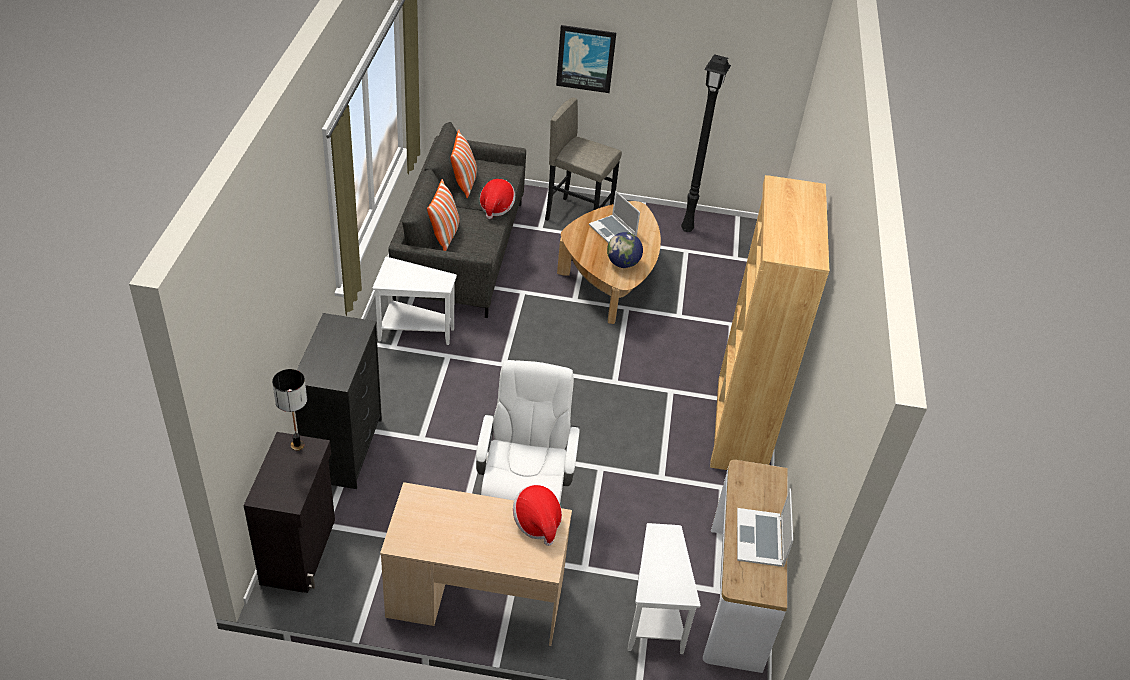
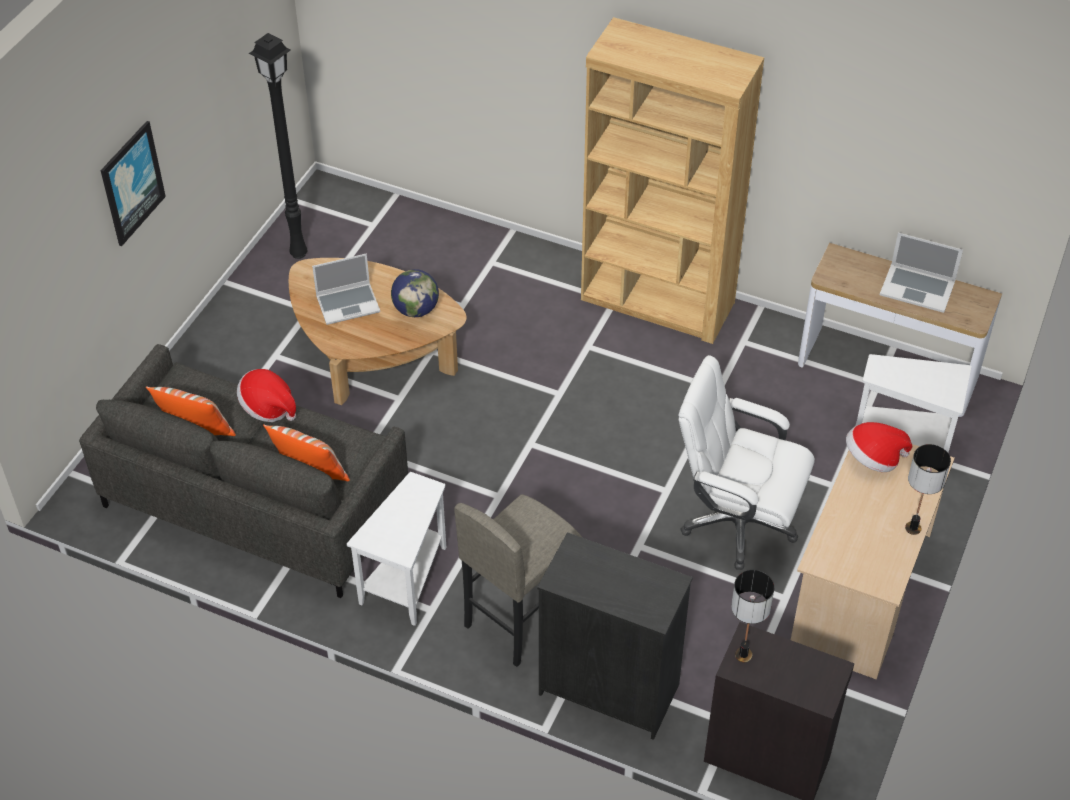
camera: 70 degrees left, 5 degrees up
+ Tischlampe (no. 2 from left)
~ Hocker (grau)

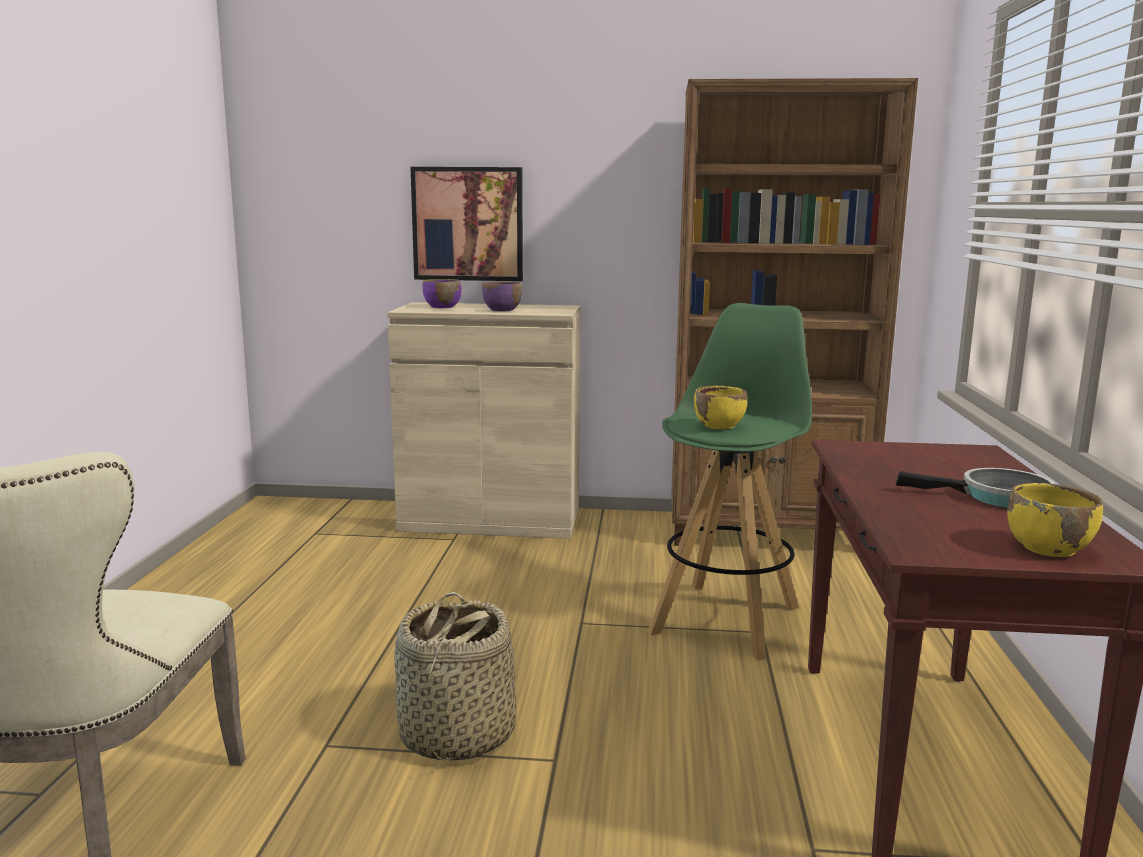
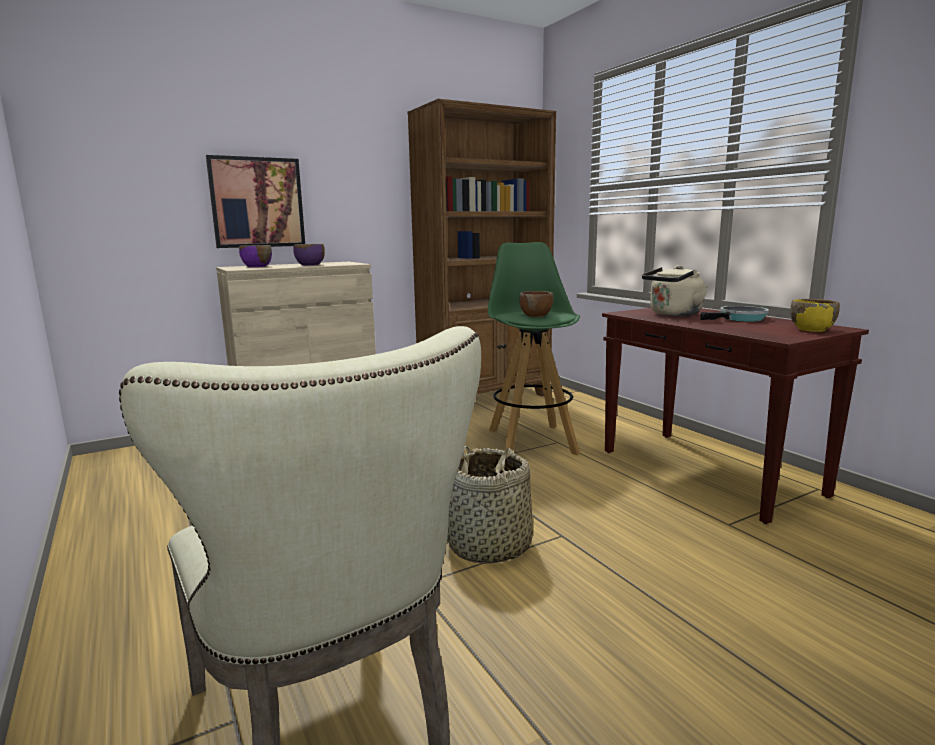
camera: 35 degrees left, 0 degrees up
+ Wasserkessel (beige)
~ Schüssel (gelb) (no. 1 from left) to Schüssel (braun)

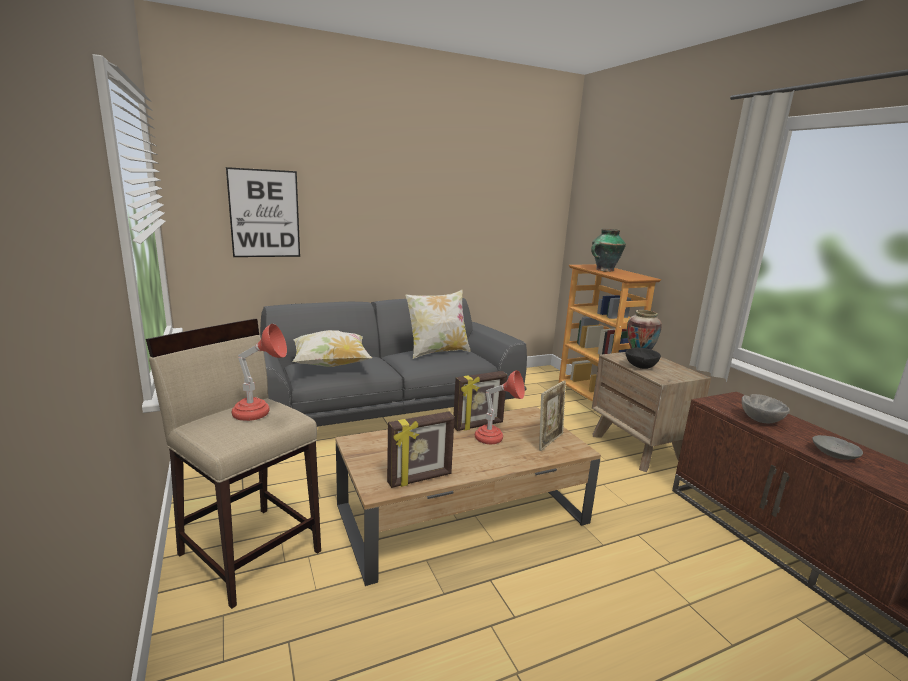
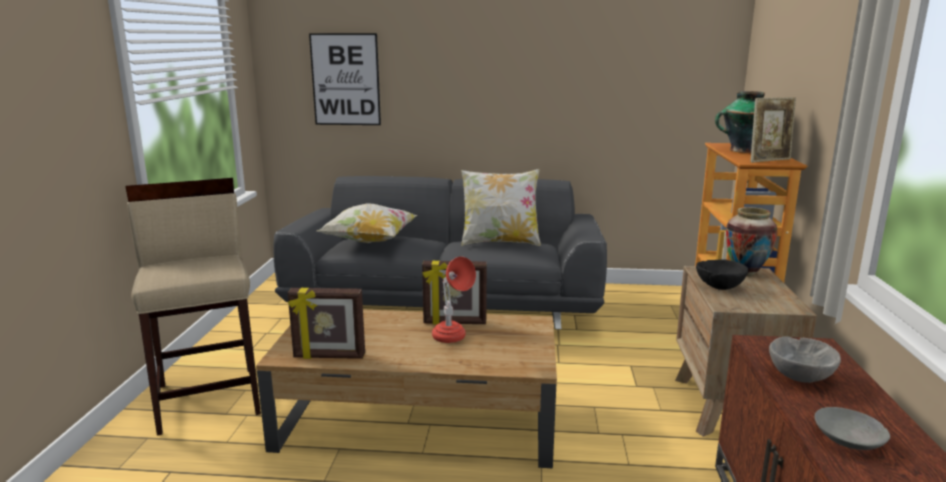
camera: 30 degrees right, 0 degrees up
- Tischlampe (rot) (no. 1 from left)
~ Bilderrahmen (no. 3 from left)

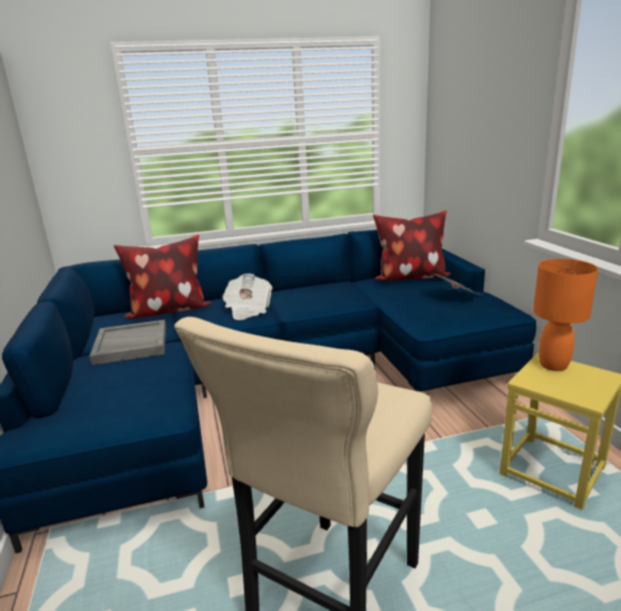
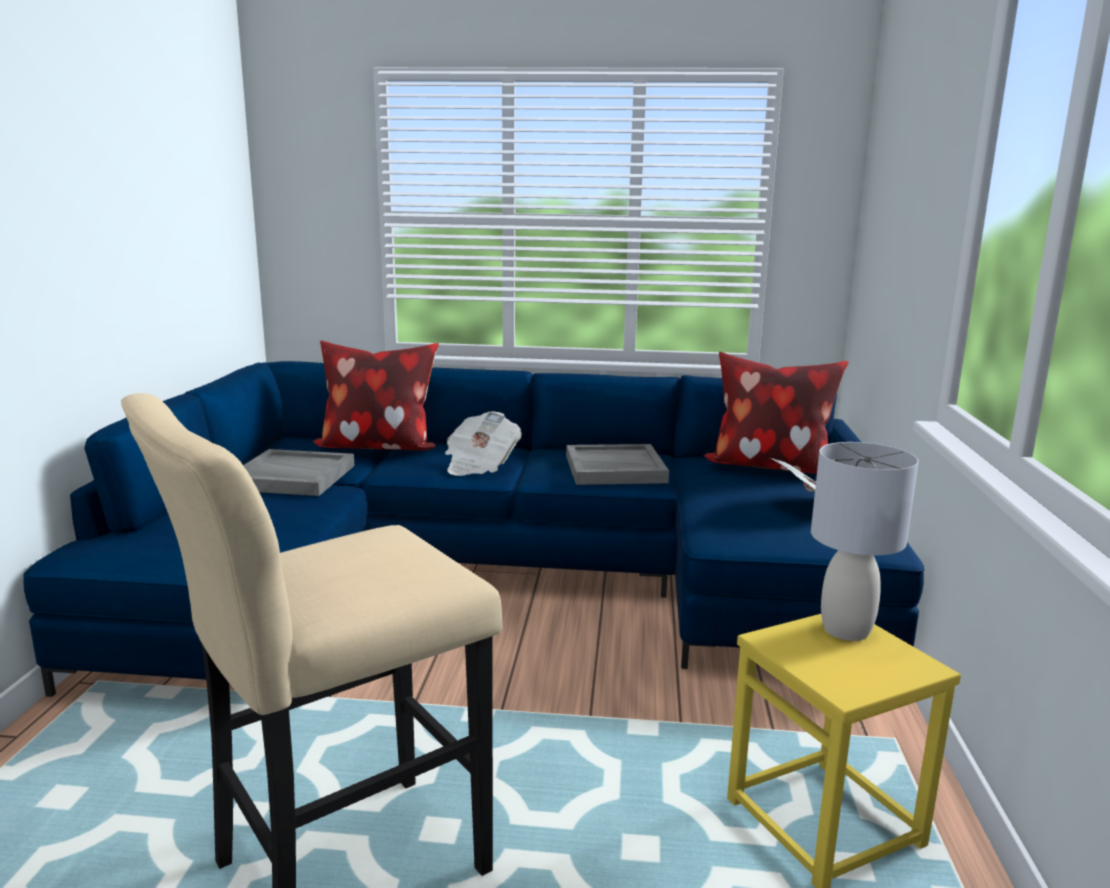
camera: 20 degrees right, 5 degrees down
+ Tablett (grau) (no. 2 from left)
~ Tischlampe (orange) to Tischlampe (grau)

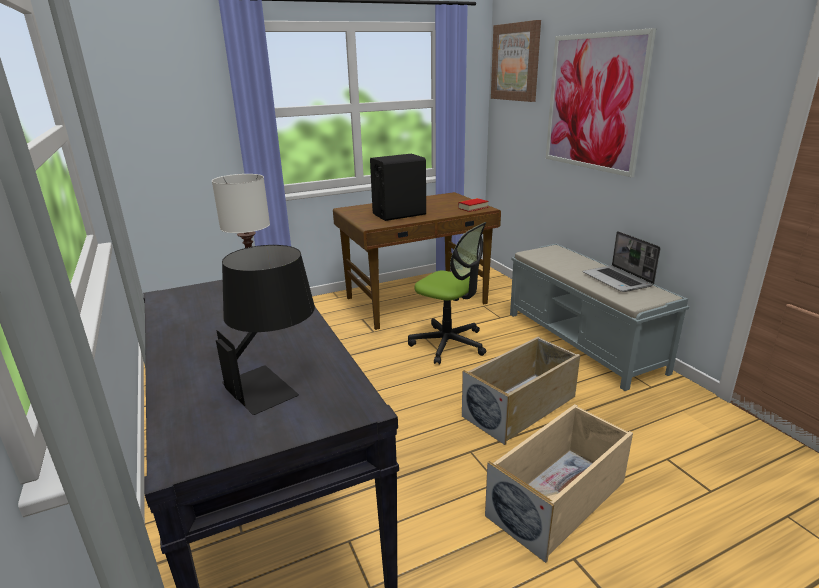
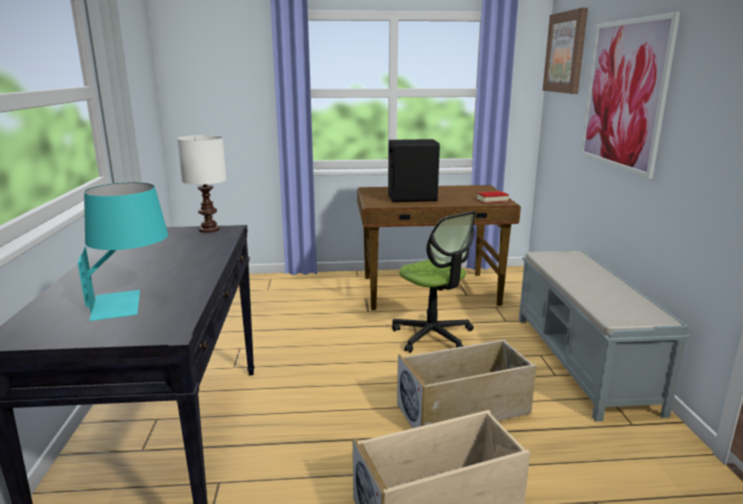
camera: 20 degrees right, 5 degrees down
- Laptop
~ Tischlampe (schwarz) to Tischlampe (türkis)

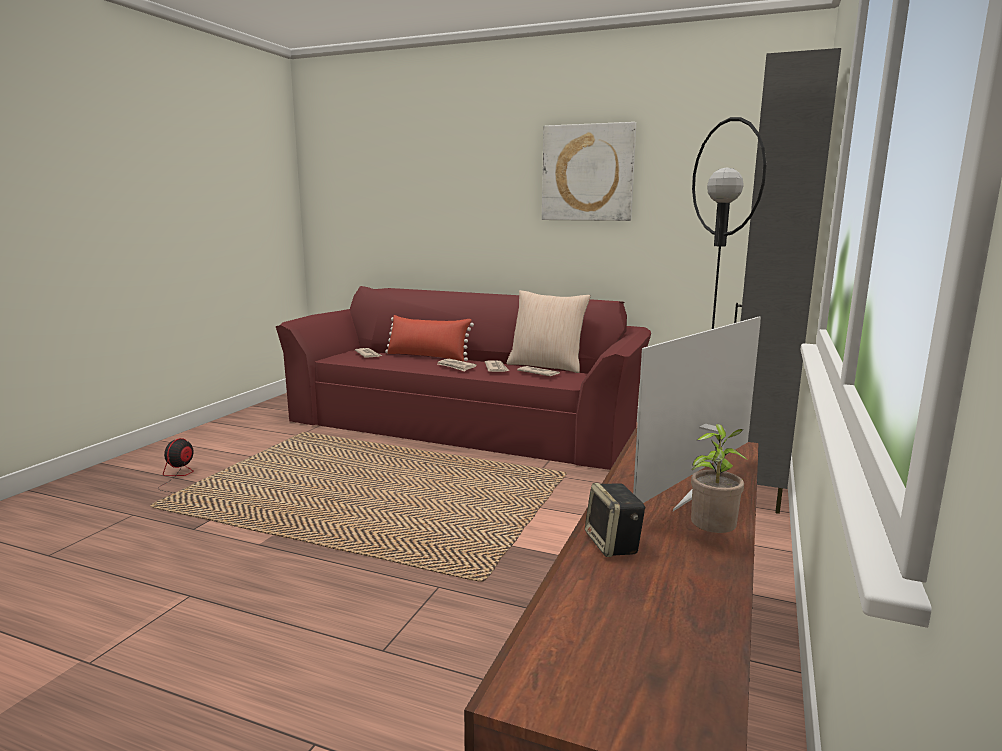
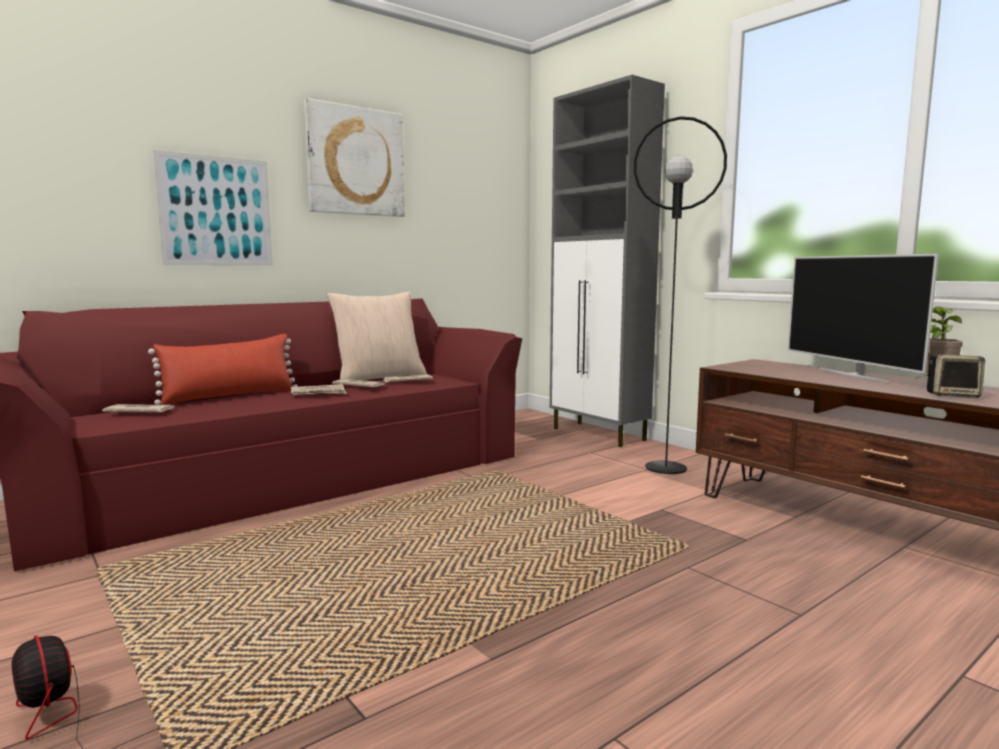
camera: 60 degrees left, 5 degrees down
+ Bild (no. 1 from left)

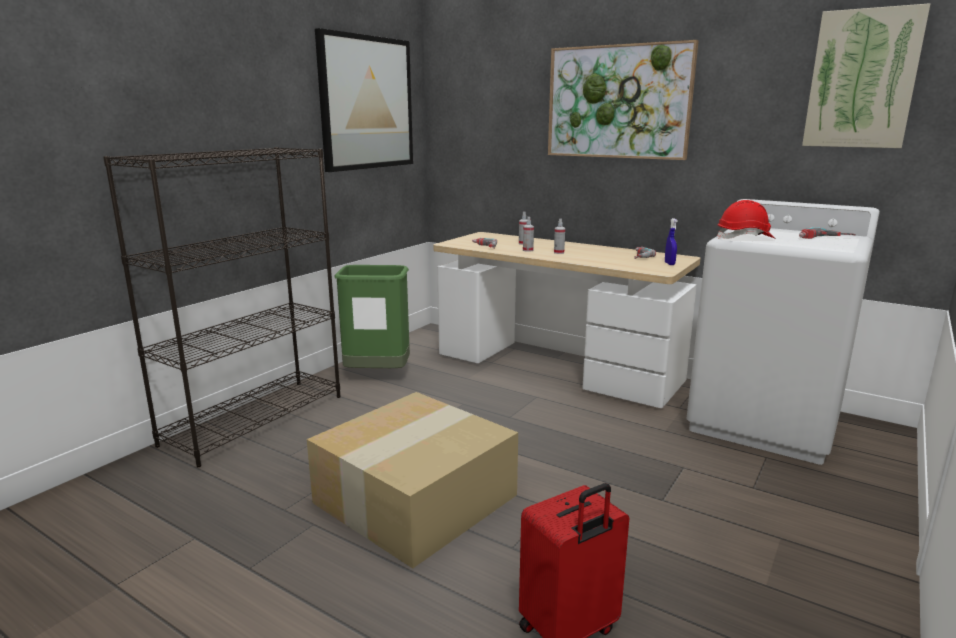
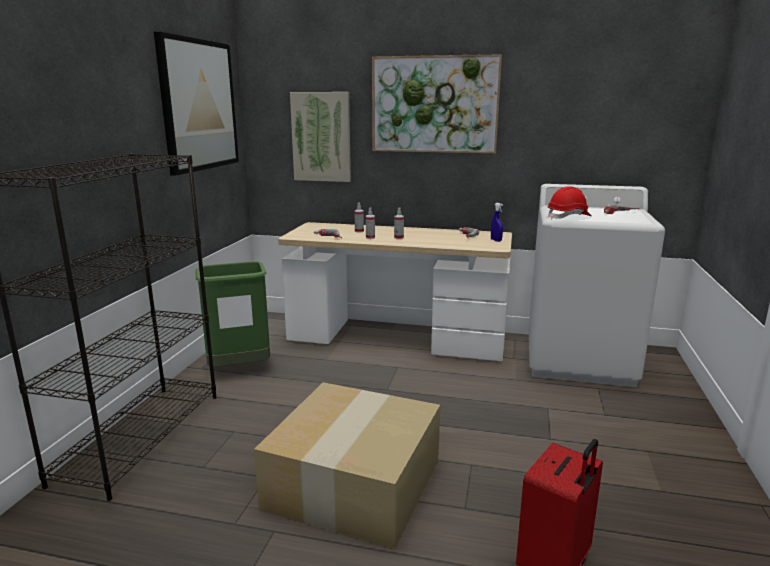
camera: 20 degrees left, 0 degrees up
~ Bild (no. 3 from left in the first image) to Bild (no. 2 from left)

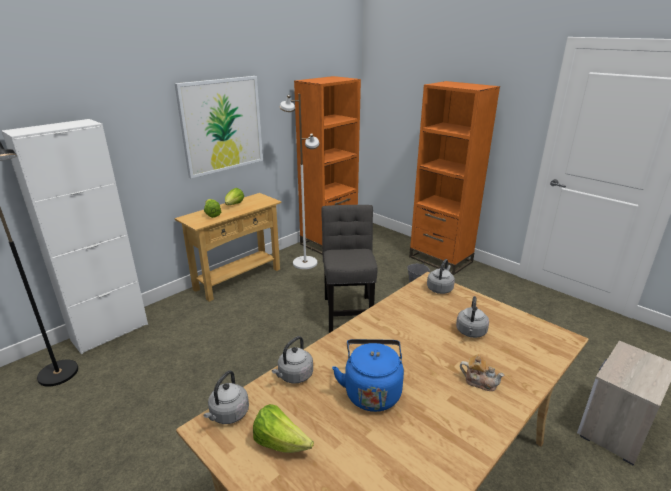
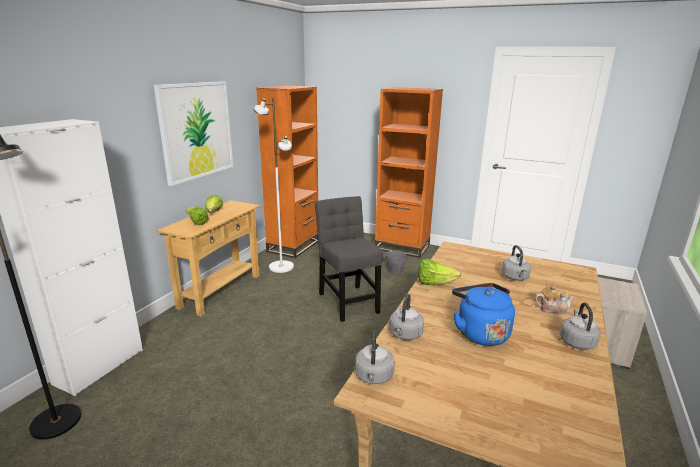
camera: 20 degrees left, 5 degrees down
~ Salatkopf (no. 3 from left)
~ Wasserkessel (grau) (no. 3 from left in the first image) to Wasserkessel (grau) (no. 4 from left)

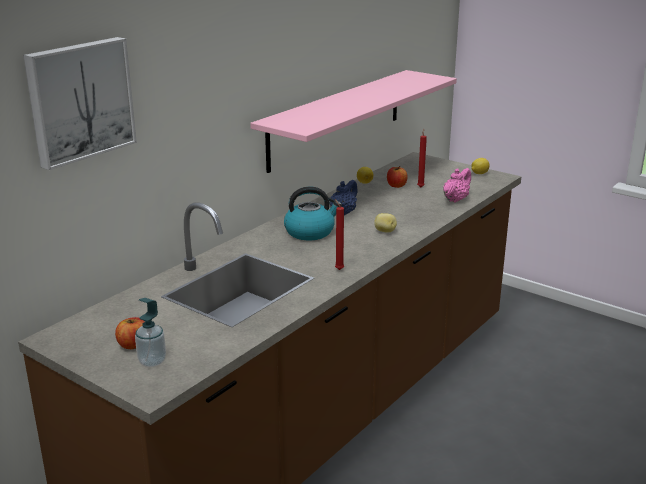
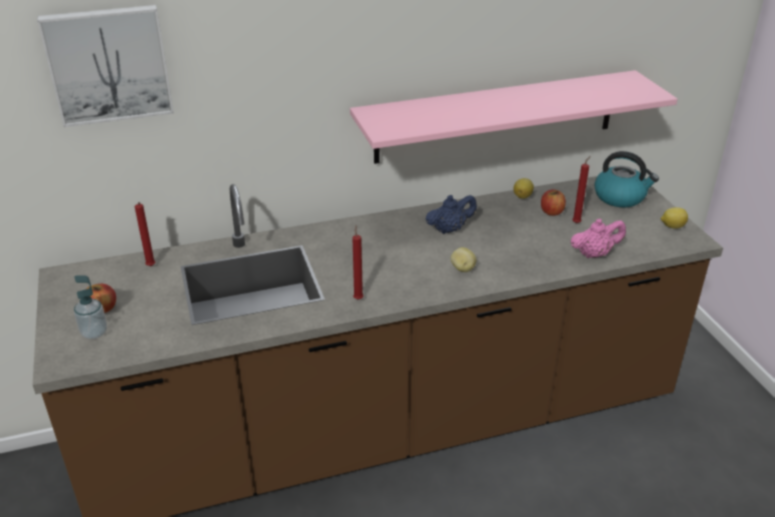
camera: 35 degrees right, 10 degrees up
+ Kerze (rot) (no. 1 from left)
~ Wasserkessel

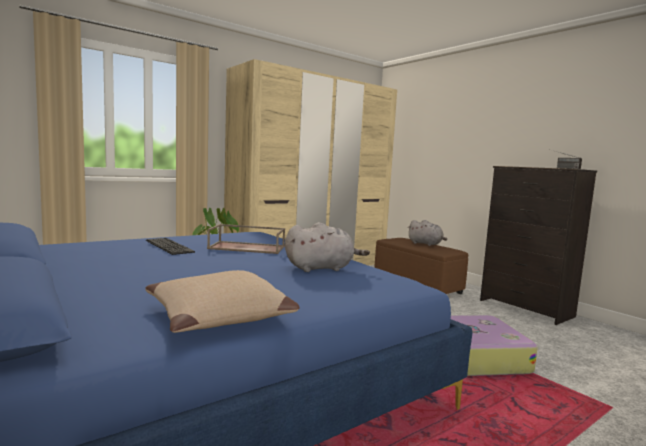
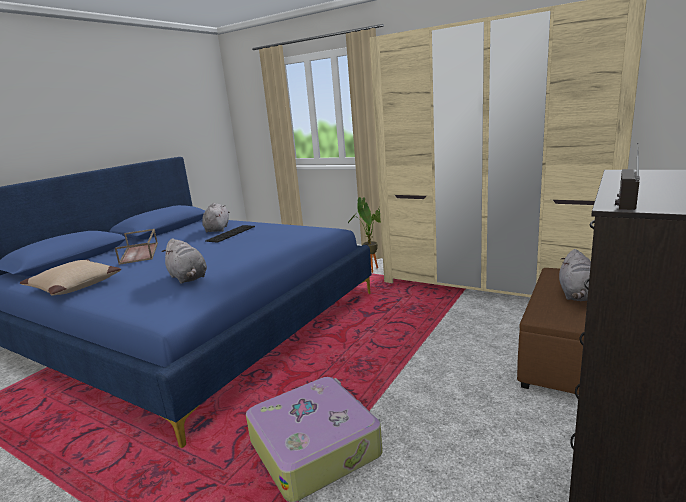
camera: 70 degrees right, 10 degrees up
+ Plüschtier (grau) (no. 2 from left)
~ Tablett (braun)

